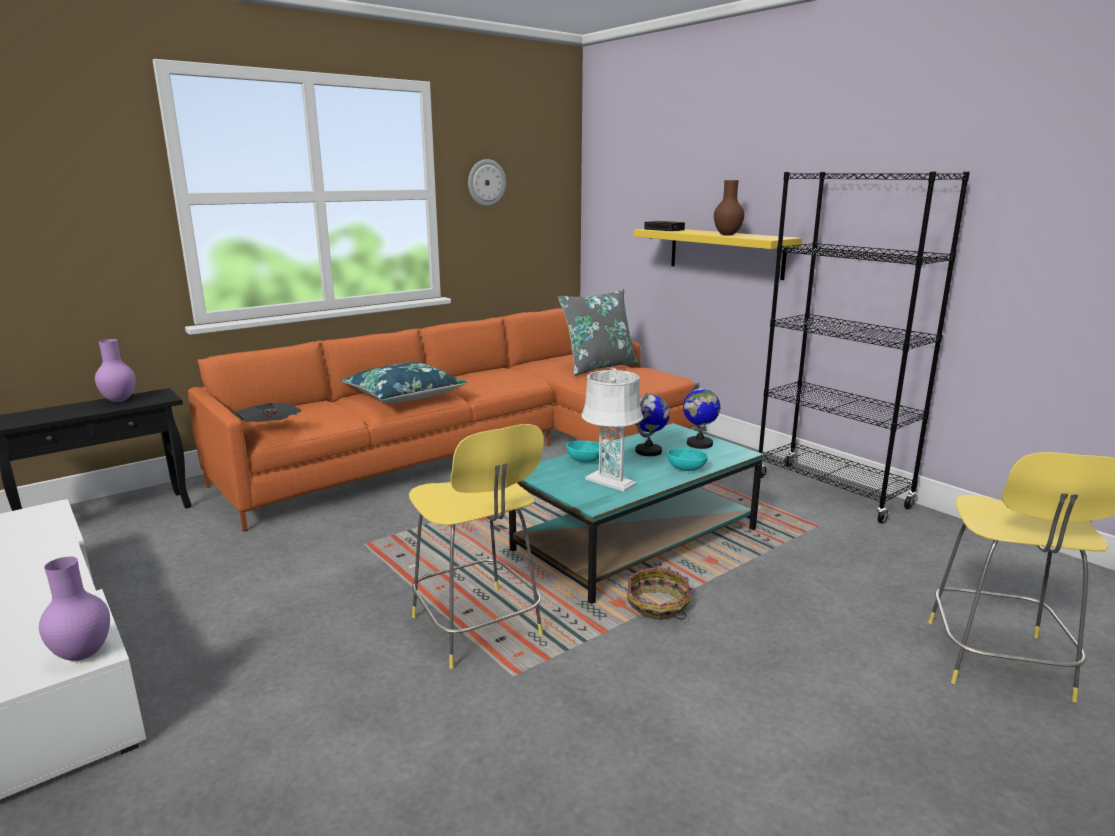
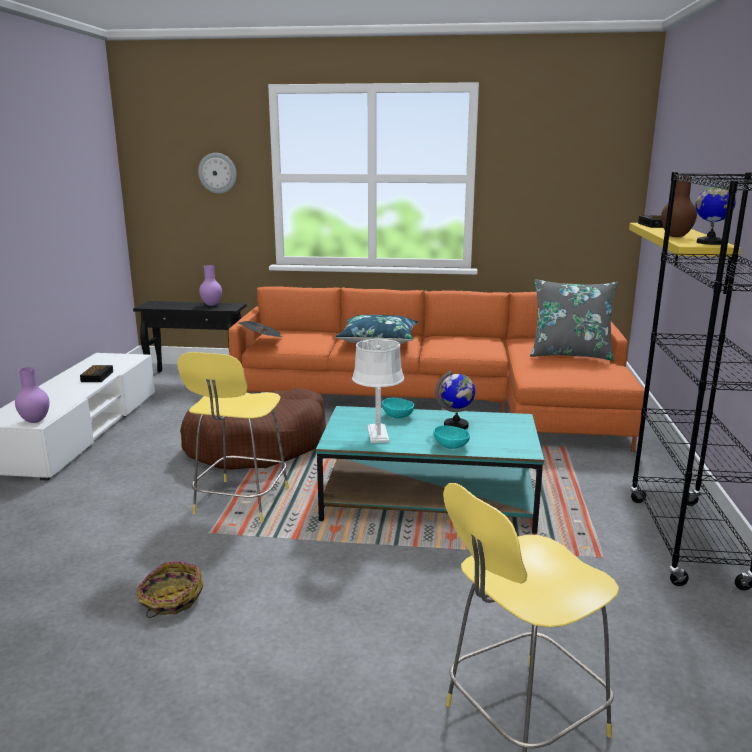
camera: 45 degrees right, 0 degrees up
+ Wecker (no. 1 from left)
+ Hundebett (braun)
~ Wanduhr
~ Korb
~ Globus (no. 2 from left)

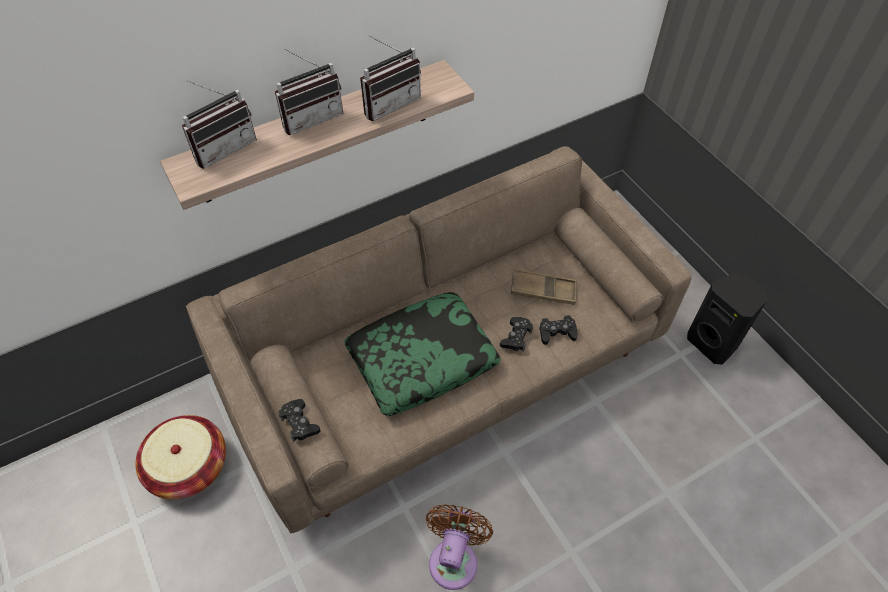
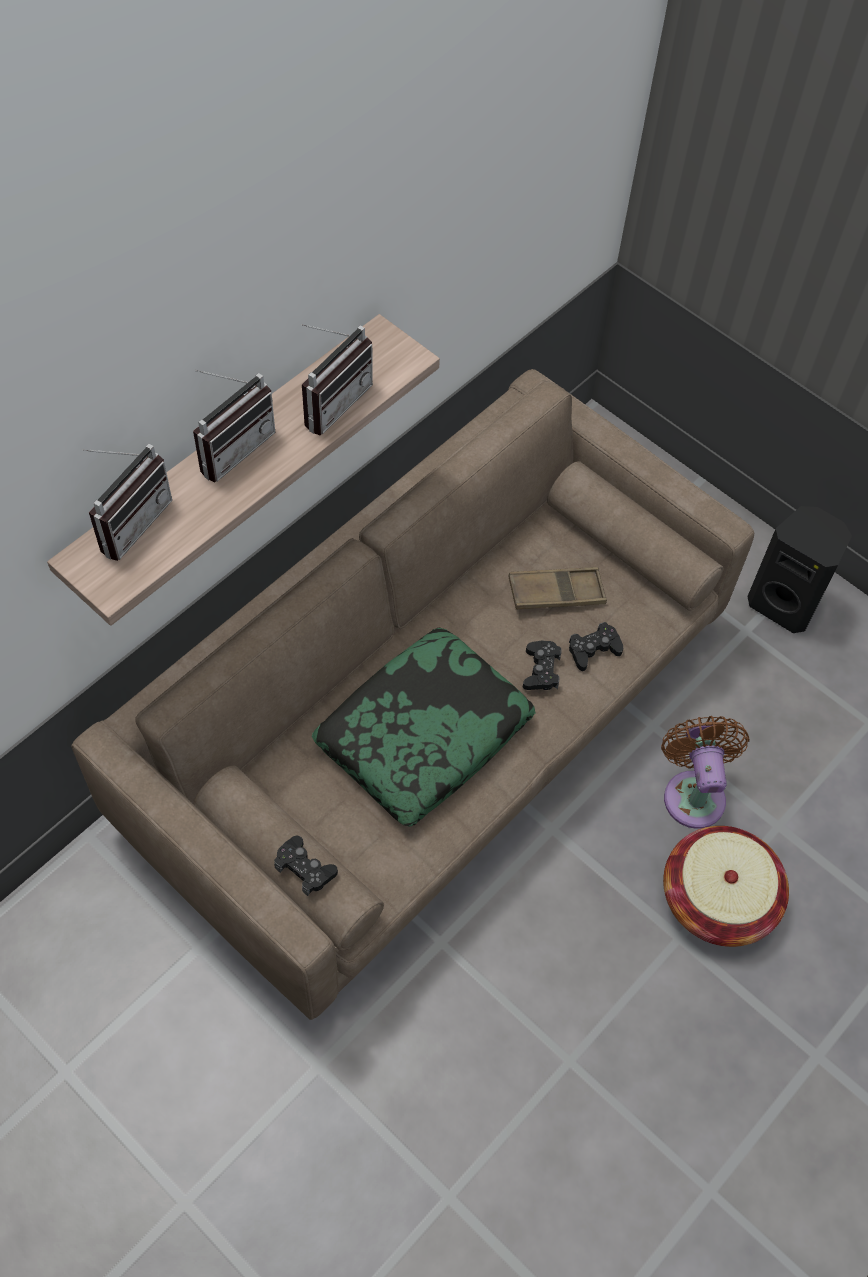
camera: 20 degrees left, 5 degrees up
~ Korb
~ Ventilator (braun)

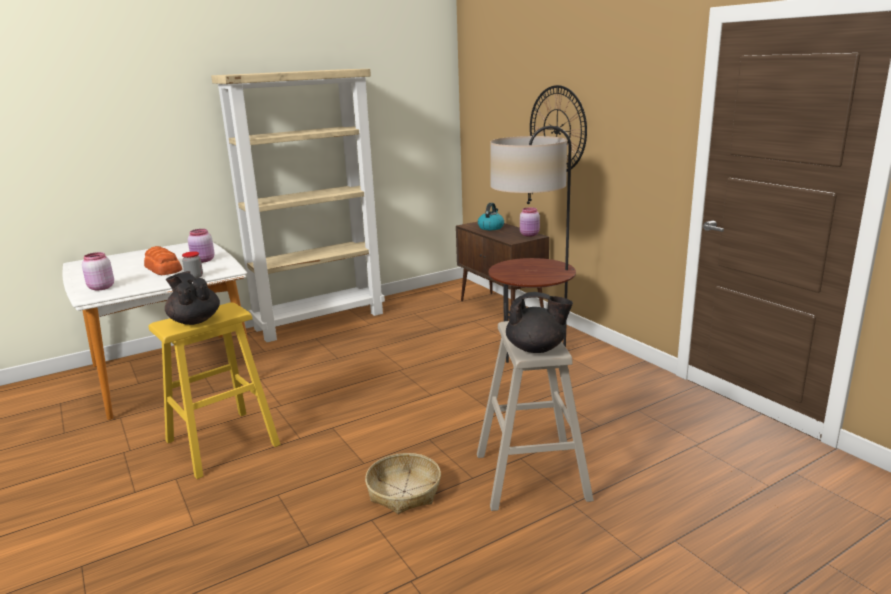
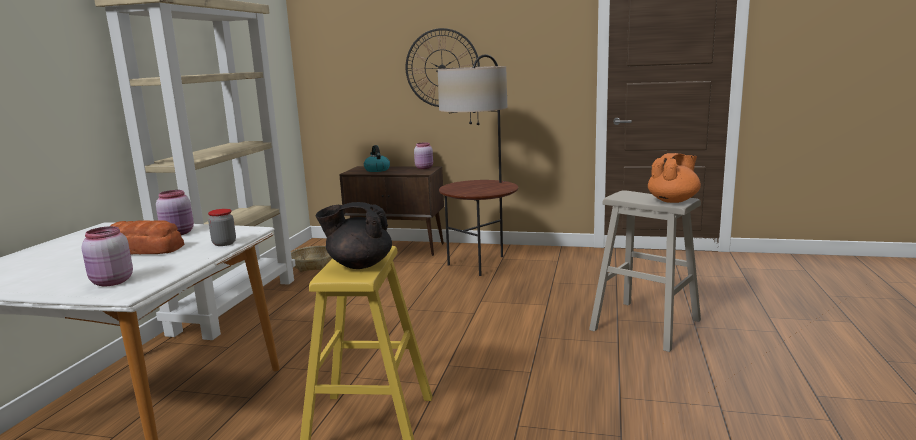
camera: 45 degrees left, 5 degrees down
~ Korb
~ Teekanne (schwarz) (no. 2 from left) to Teekanne (orange)

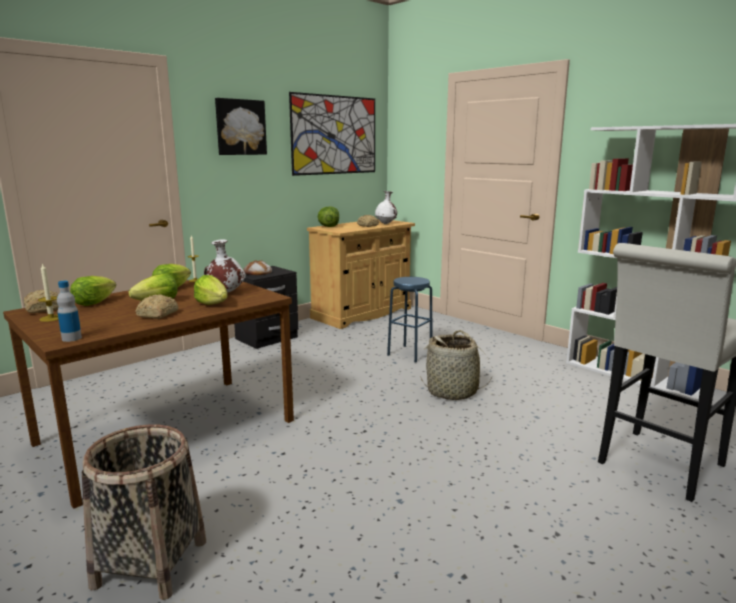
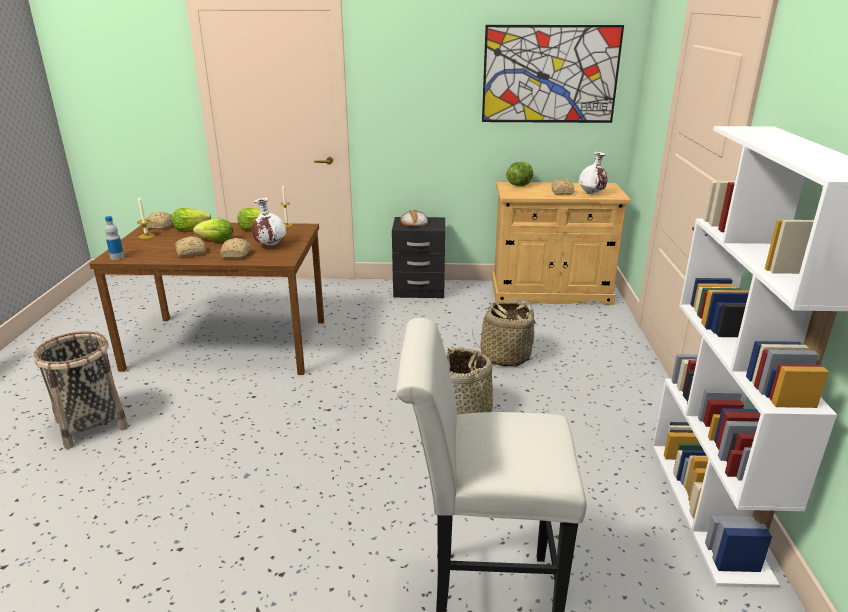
camera: 45 degrees right, 10 degrees up
- Bild (no. 1 from left)
~ Salatkopf (no. 4 from left) to Brot (no. 3 from left)
~ Hocker (blau) to Korb (no. 3 from left)

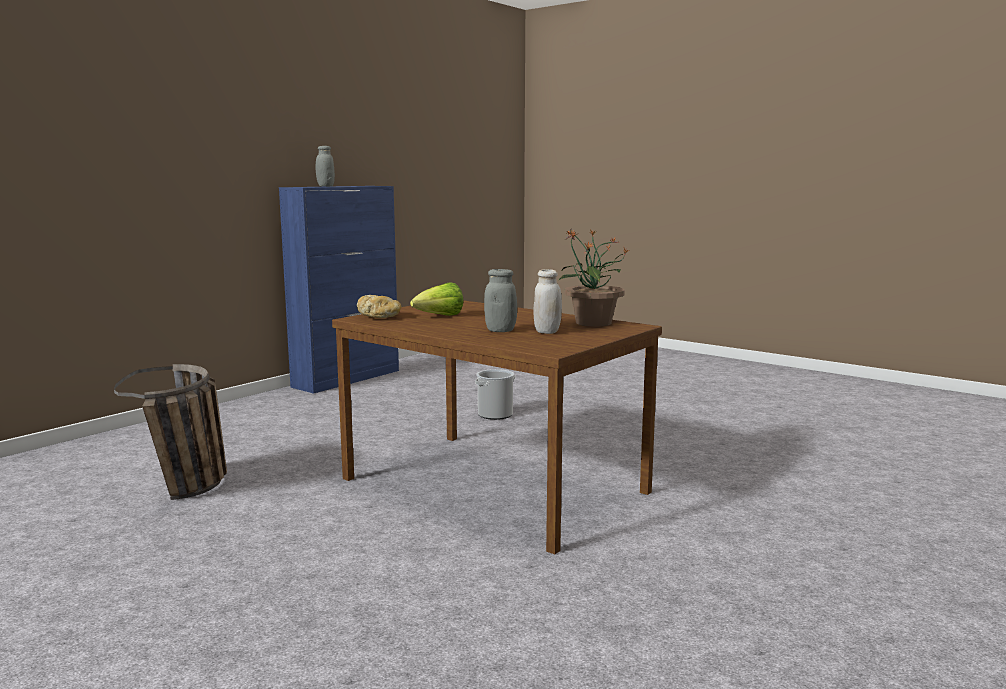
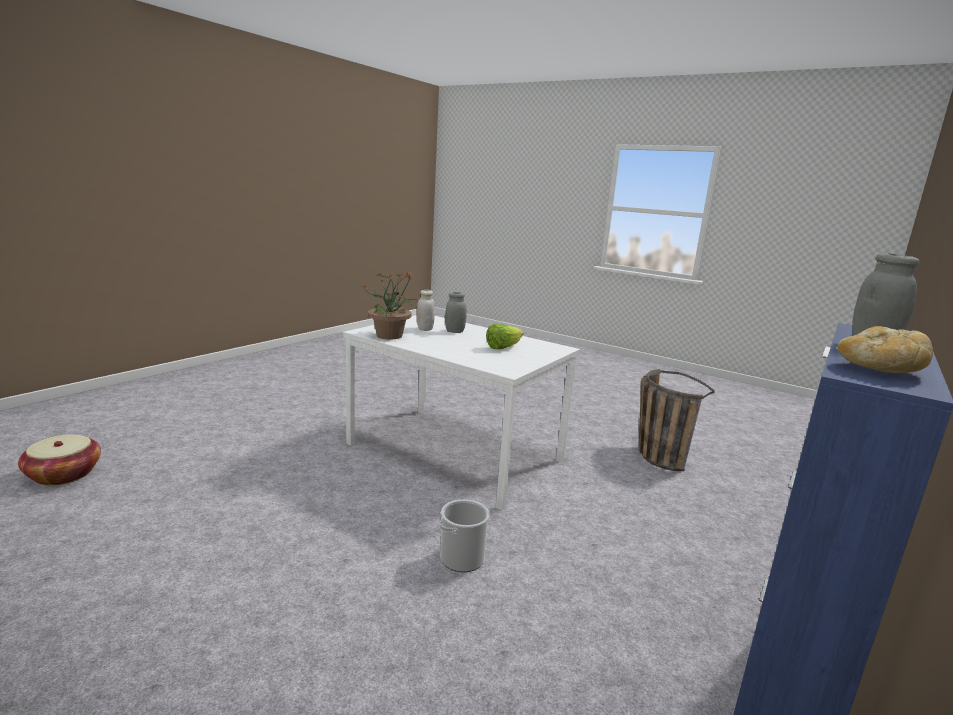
camera: 175 degrees right, 5 degrees up
+ Korb (no. 1 from left)
~ Brot
~ Esstisch (braun) to Esstisch (weiß)

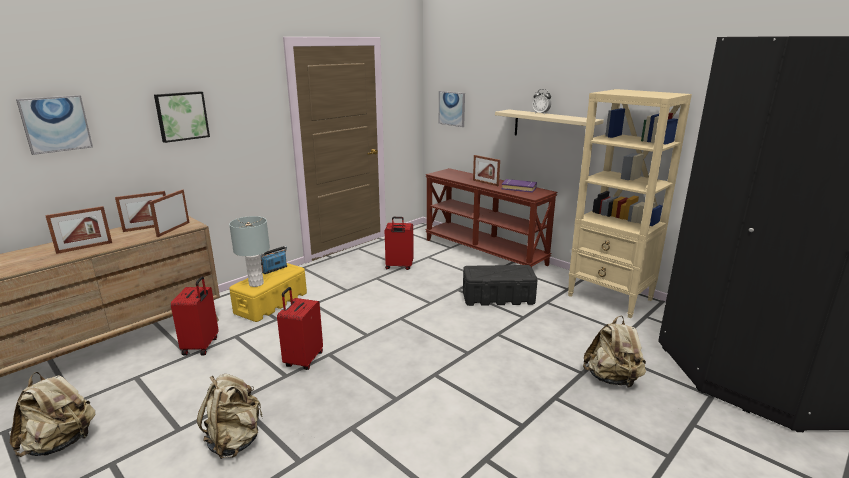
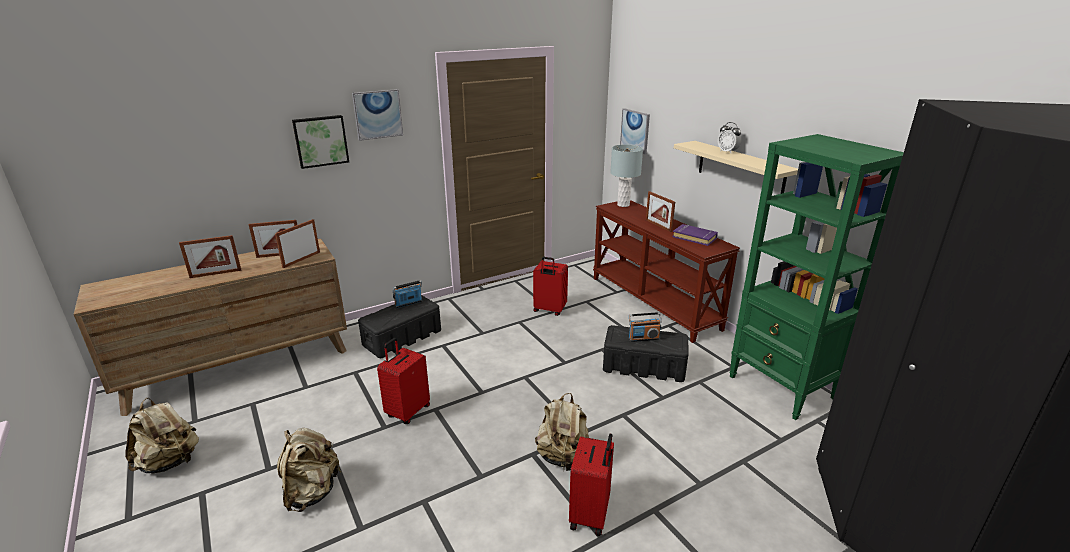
camera: 15 degrees right, 5 degrees up
+ Radio (no. 2 from left)
~ Bild (no. 1 from left in the first image) to Bild (no. 2 from left)
~ Koffer (rot) (no. 1 from left in the first image) to Koffer (rot) (no. 3 from left)
~ Tischlampe (grau)
~ Rucksack (beige) (no. 3 from left)
~ Aufbewahrungsbox (gelb) to Aufbewahrungsbox (schwarz) (no. 1 from left)
~ Bücherregal (beige) to Bücherregal (grün)

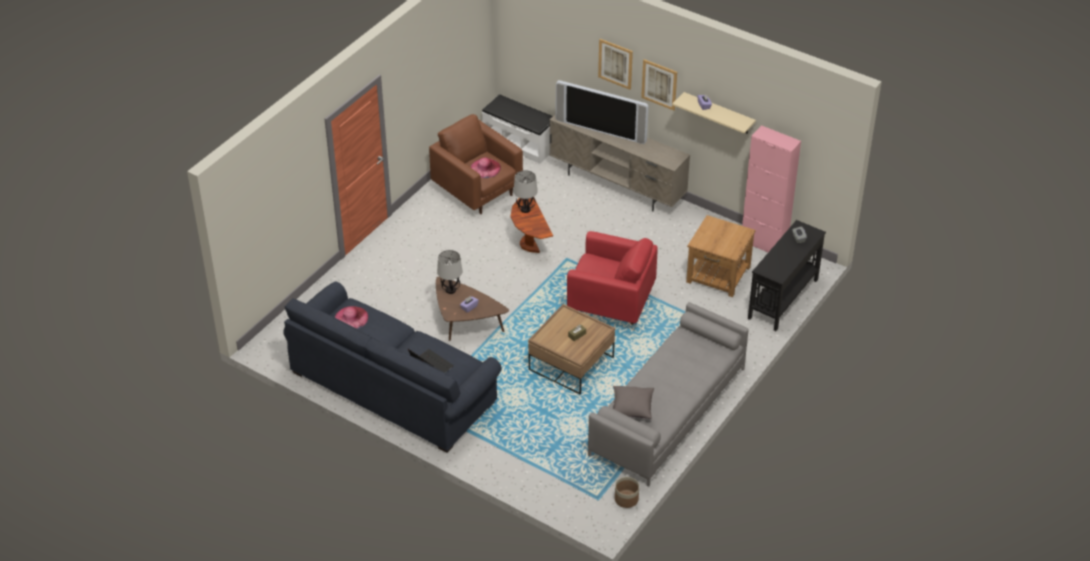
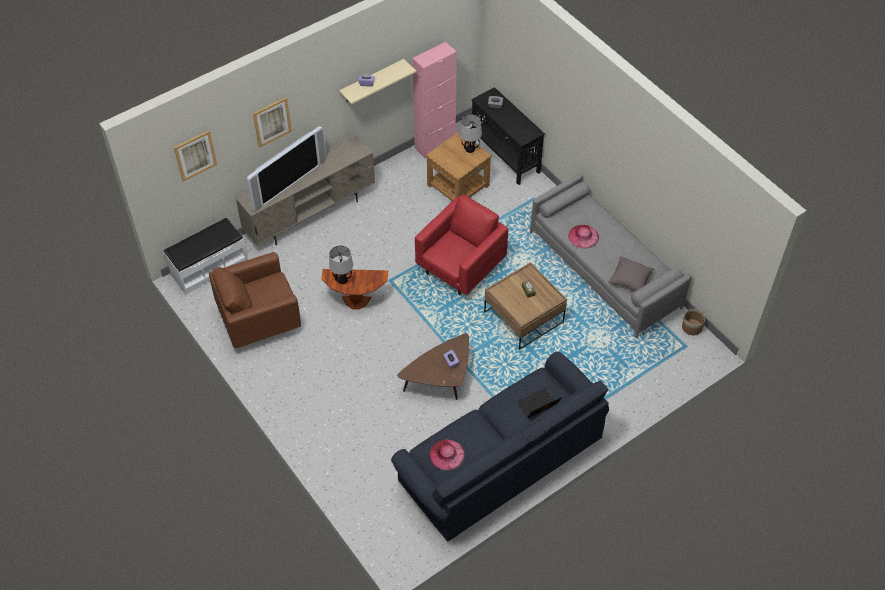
camera: 70 degrees left, 10 degrees up
~ Tischlampe (no. 1 from left in the first image) to Tischlampe (no. 2 from left)
~ Hut (rosa) (no. 2 from left)
~ Bild (no. 2 from left in the first image) to Bild (no. 1 from left)

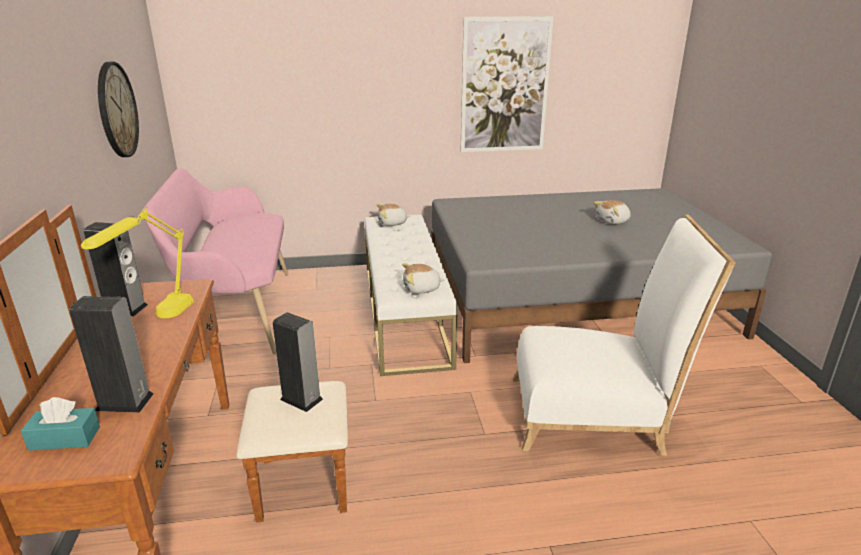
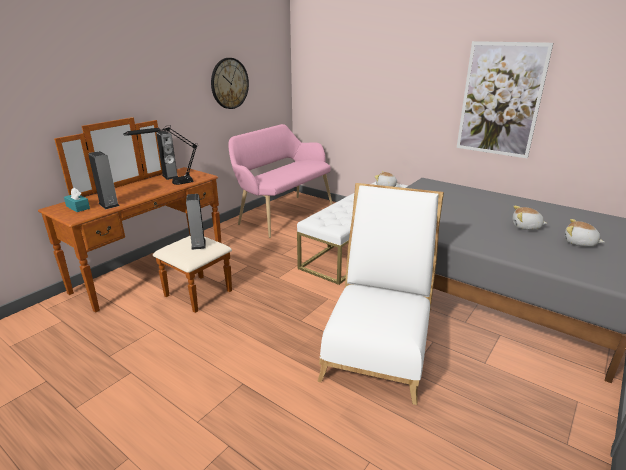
camera: 45 degrees right, 0 degrees up
~ Plüschtier (no. 2 from left in the first image) to Plüschtier (no. 3 from left)
~ Tischlampe (gelb) to Tischlampe (schwarz)
~ Stuhl (weiß) 120 degrees counterclockwise

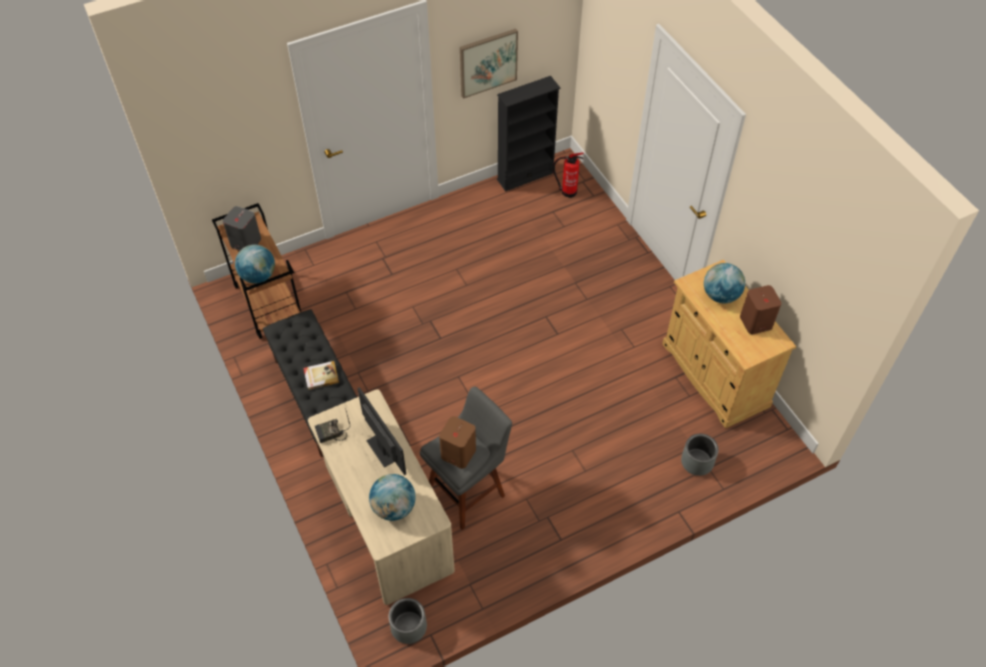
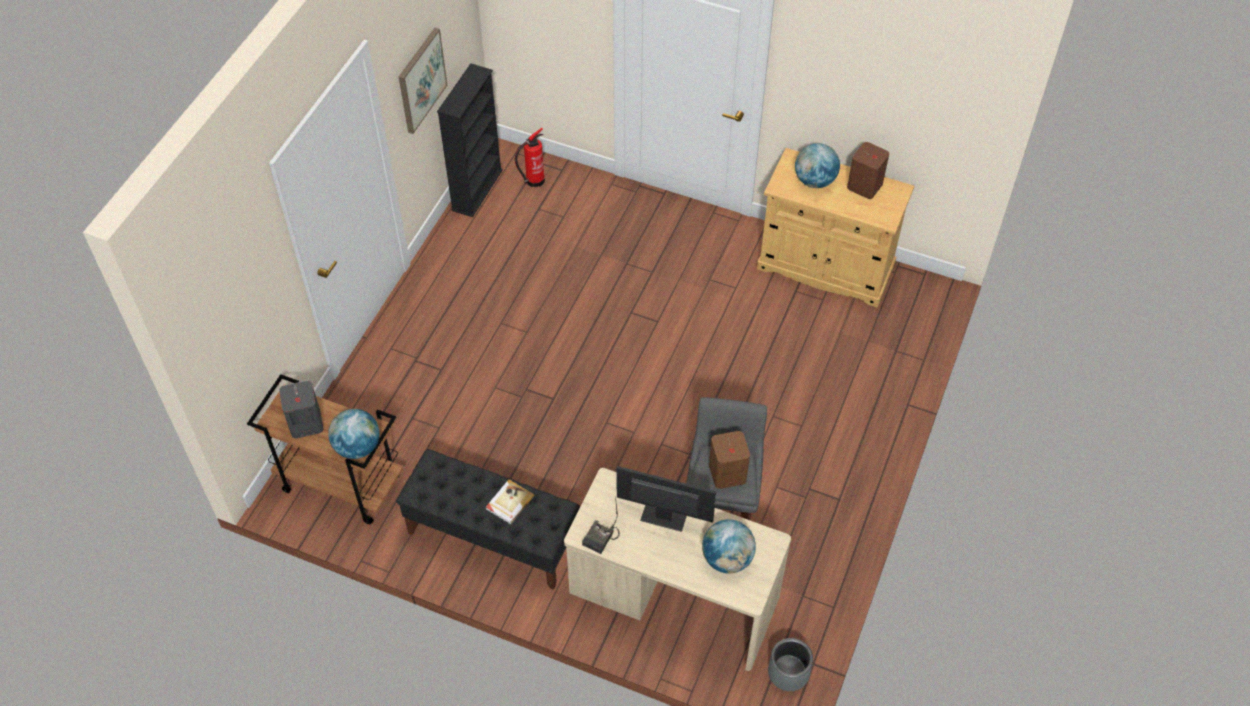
camera: 40 degrees left, 0 degrees up
- Pflanzkübel (grau) (no. 2 from left)

